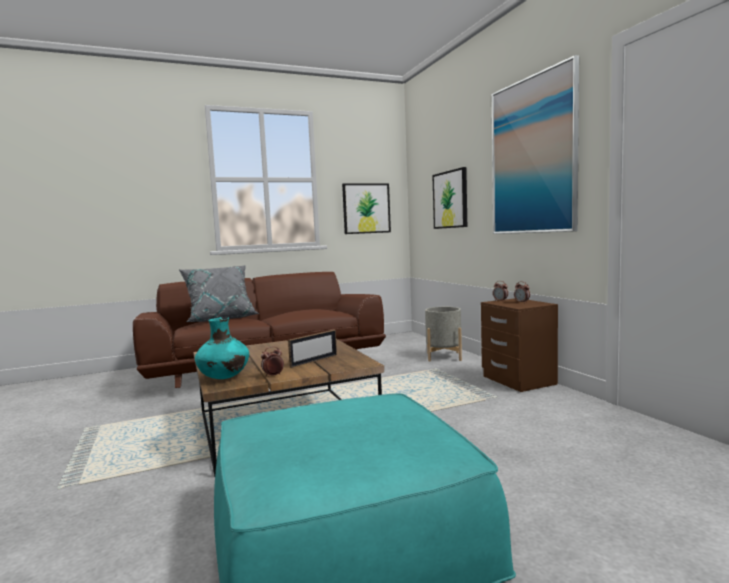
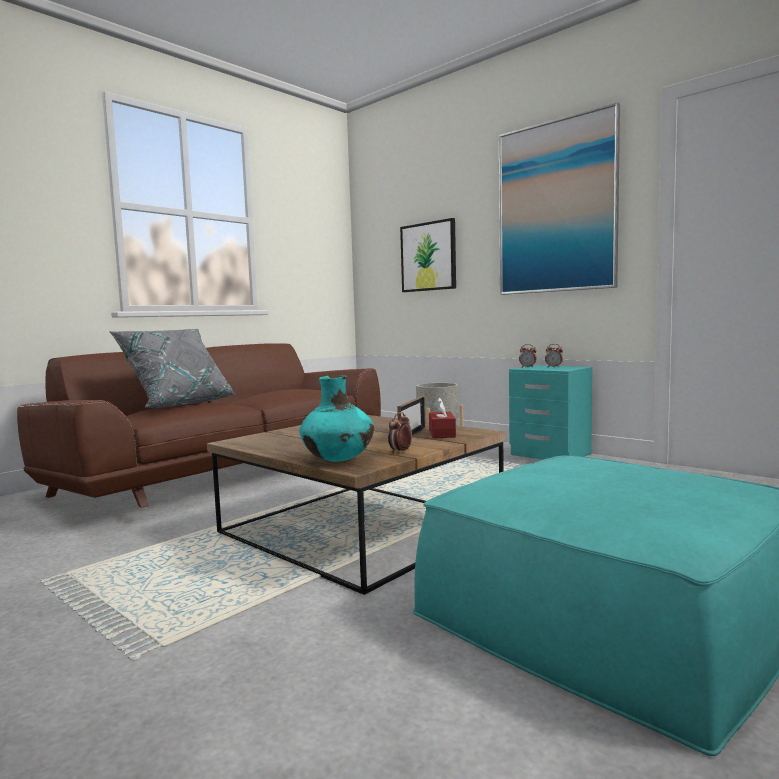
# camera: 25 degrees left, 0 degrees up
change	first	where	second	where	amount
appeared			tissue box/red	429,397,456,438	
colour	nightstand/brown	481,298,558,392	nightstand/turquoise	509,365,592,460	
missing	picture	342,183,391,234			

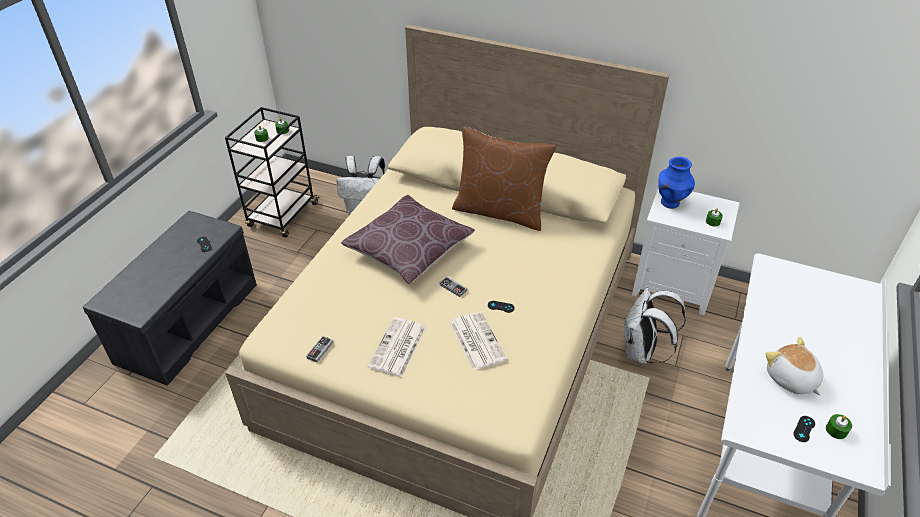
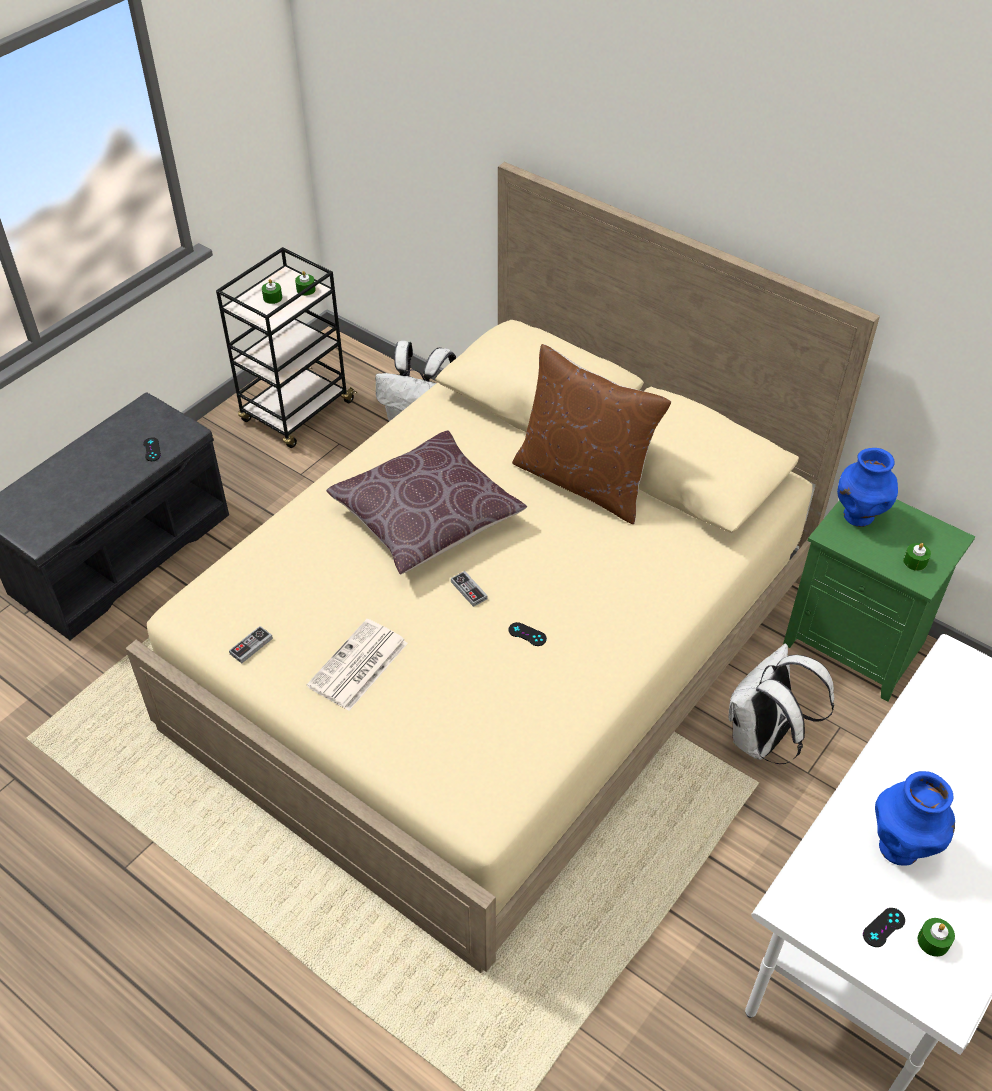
# camera: 15 degrees right, 5 degrees up
change	first	where	second	where	amount
colour	nightstand/white	632,187,740,315	nightstand/green	783,499,975,702	
exchanged	plush toy	765,337,823,395	vase/blue	875,771,955,866	
missing	newspaper	450,311,507,371			

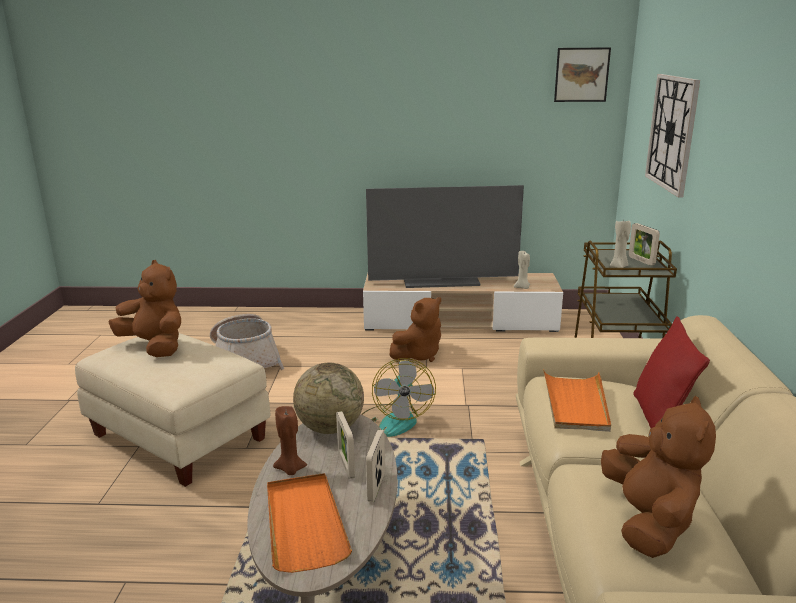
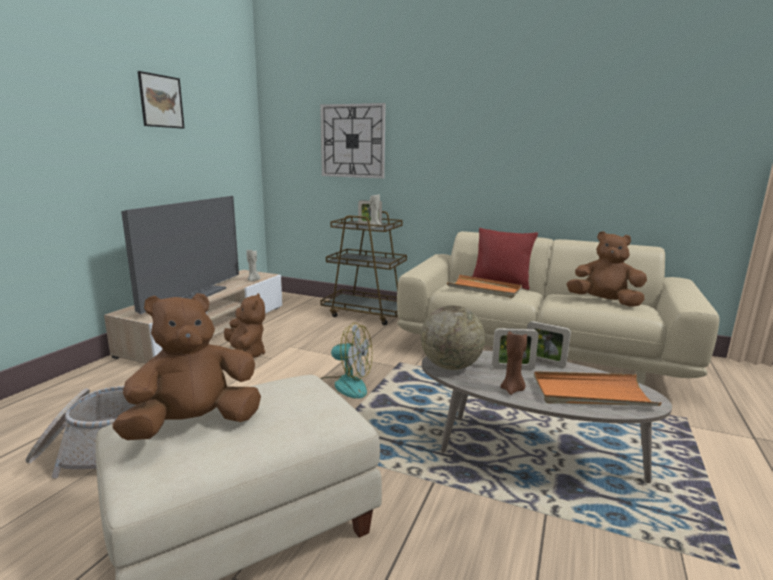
# camera: 70 degrees left, 5 degrees down
change	first	where	second	where	amount
relocated	picture	554,47,611,102		138,71,185,129	

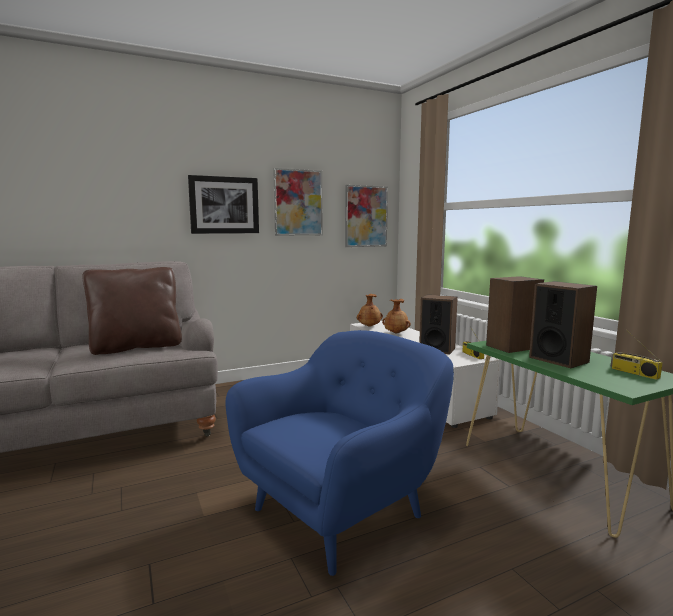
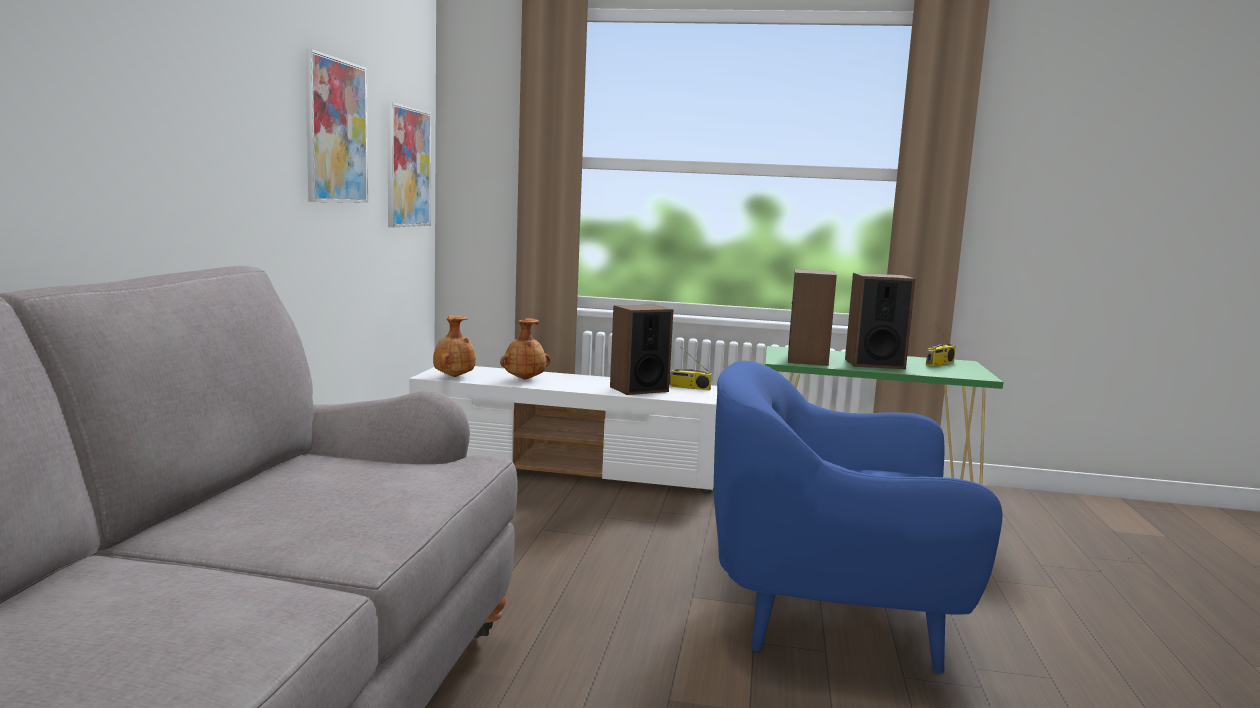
# camera: 55 degrees left, 0 degrees up
change	first	where	second	where	amount
spun	armchair/blue	225,330,454,576		714,361,1002,673	75 degrees counterclockwise
spun	radio	611,330,663,380		926,322,956,367	45 degrees counterclockwise
missing	pillow/brown	82,267,182,355			
missing	picture	188,175,259,234			

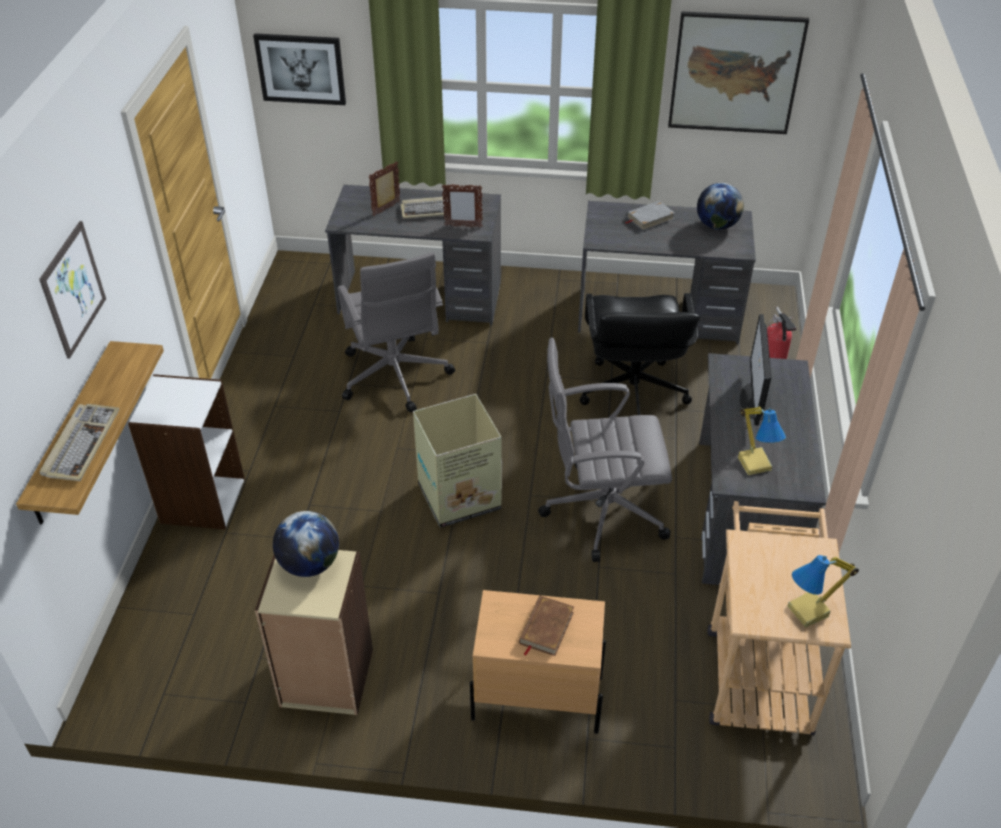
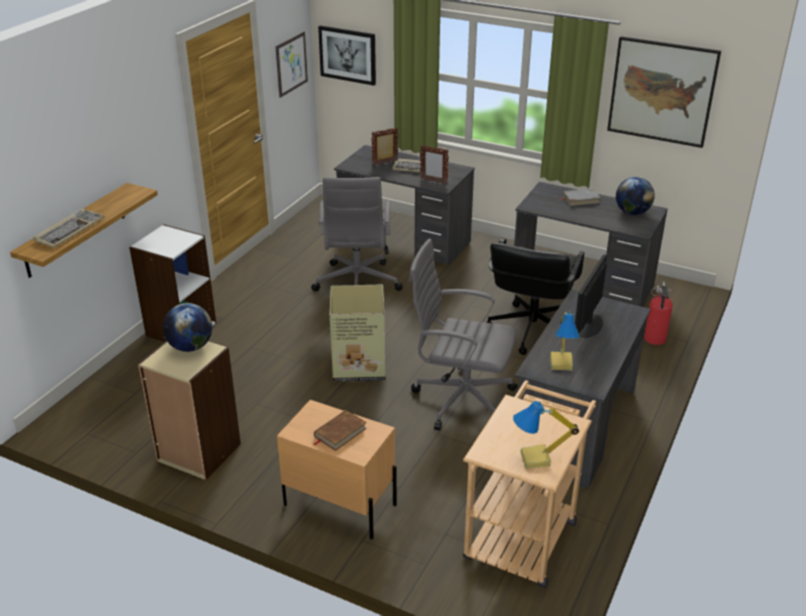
# camera: 20 degrees right, 10 degrees down
change	first	where	second	where	amount
relocated	picture	39,221,106,359		275,31,308,98	

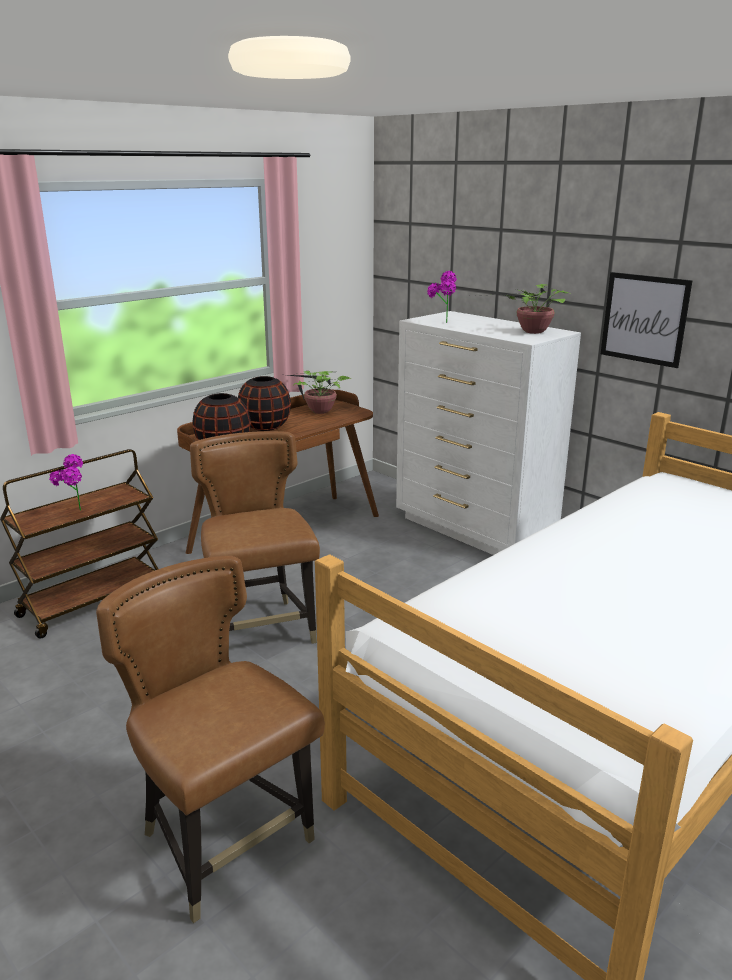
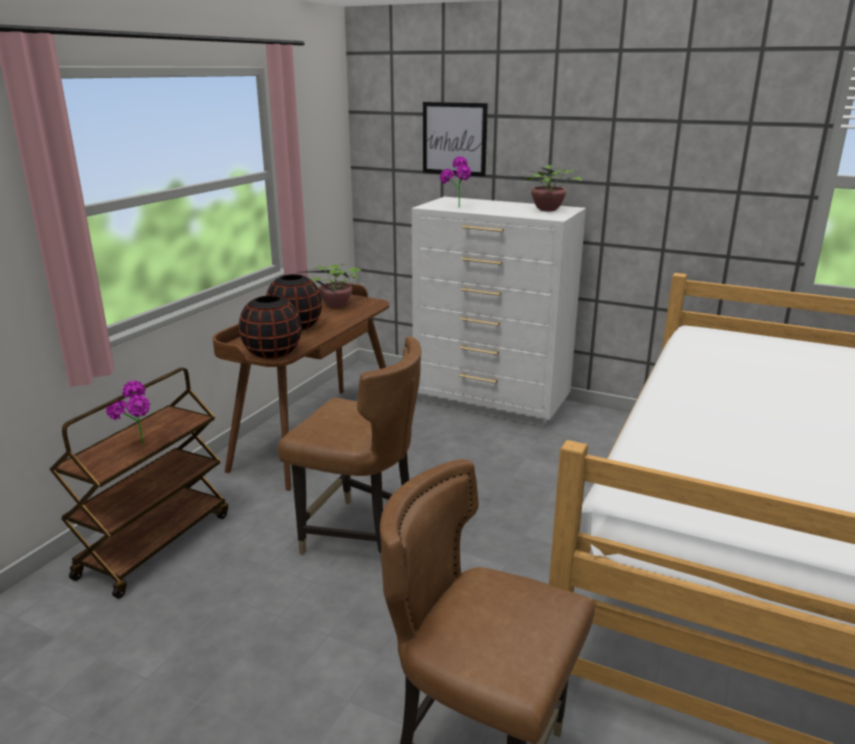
# camera: 20 degrees left, 0 degrees up
change	first	where	second	where	amount
spun	chair/brown	190,431,320,644		278,337,421,567	150 degrees clockwise
relocated	picture	601,272,693,368		423,102,488,177	

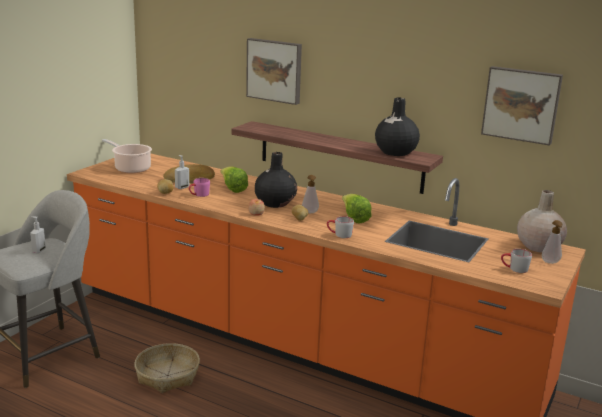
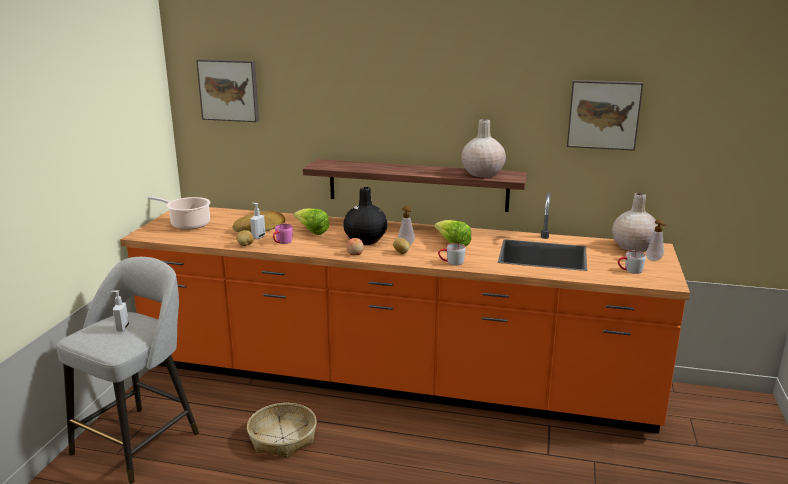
# camera: 15 degrees left, 0 degrees up
change	first	where	second	where	amount
relocated	picture	246,38,302,105		196,59,259,122	
colour	vase/black	375,98,420,156	vase/beige	461,119,506,177	

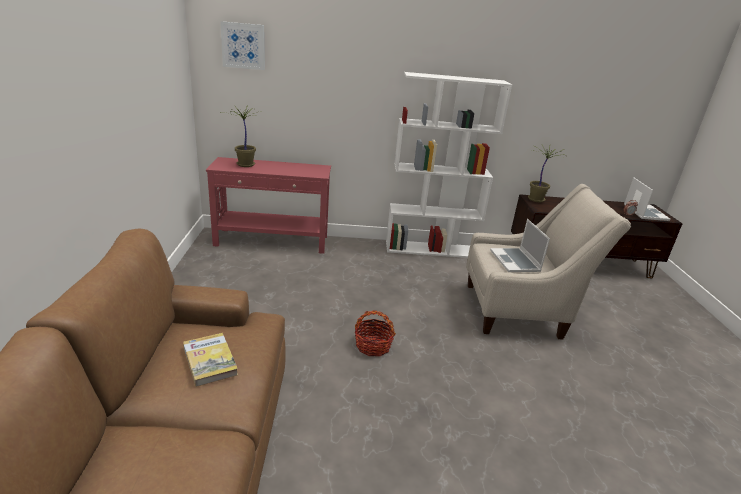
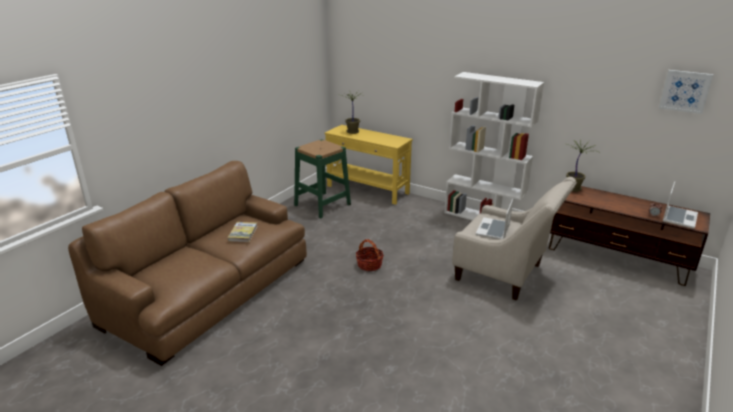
# camera: 35 degrees right, 0 degrees up
change	first	where	second	where	amount
appeared			stool/green	294,139,351,218	
colour	console table/red	206,157,331,254	console table/yellow	324,125,413,205	
relocated	picture	220,21,265,70		659,70,714,114	

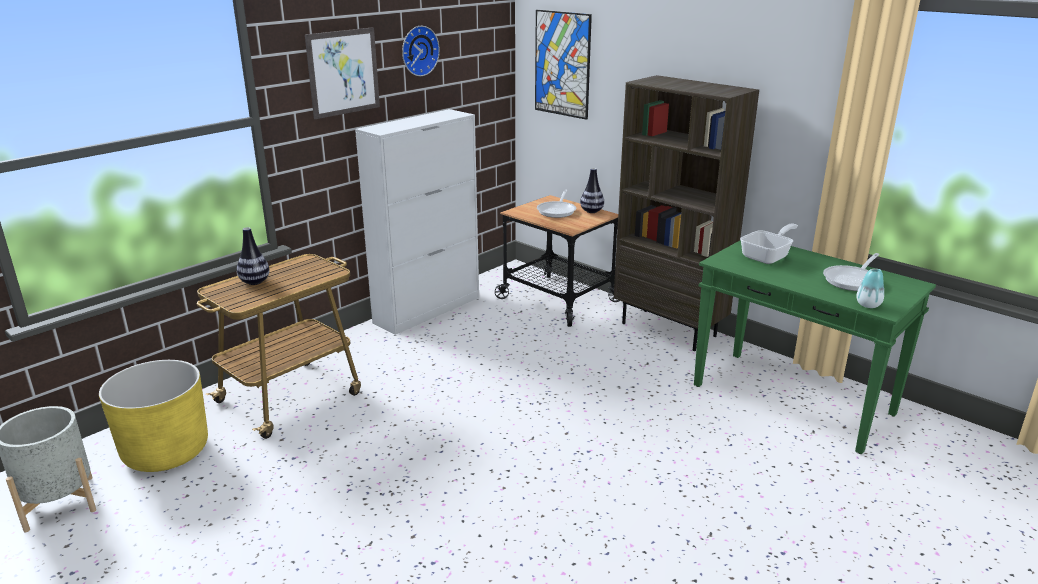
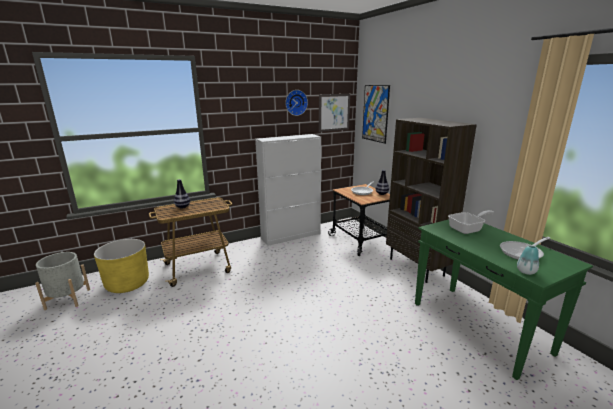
# camera: 20 degrees right, 5 degrees down
change	first	where	second	where	amount
relocated	picture	305,27,380,119		319,94,350,132	

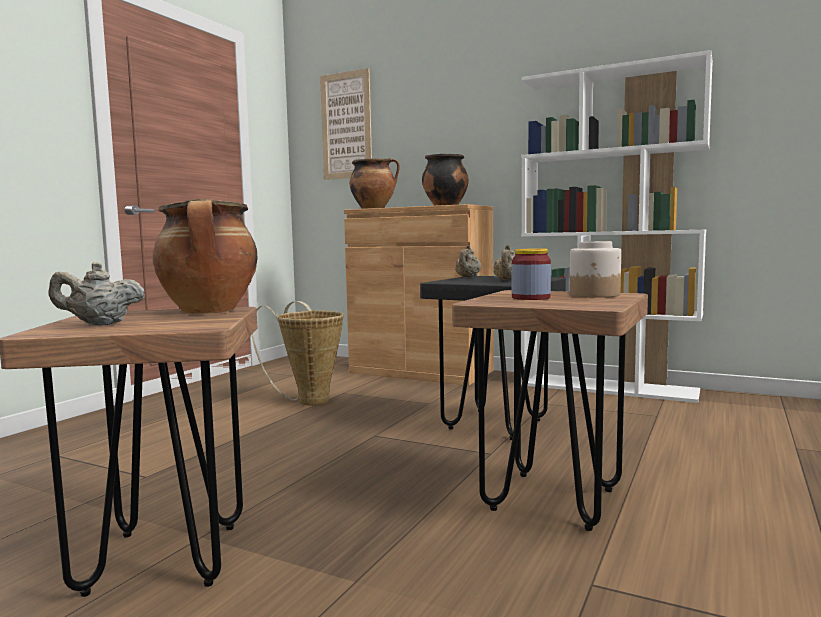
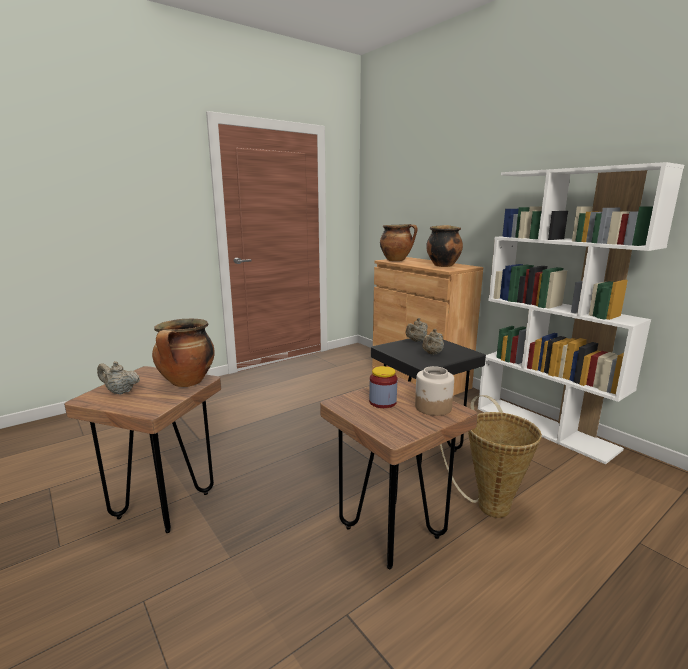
# camera: 25 degrees right, 10 degrees up
change	first	where	second	where	amount
relocated	basket	252,301,344,406		440,395,542,518	
missing	picture	320,68,372,180			

